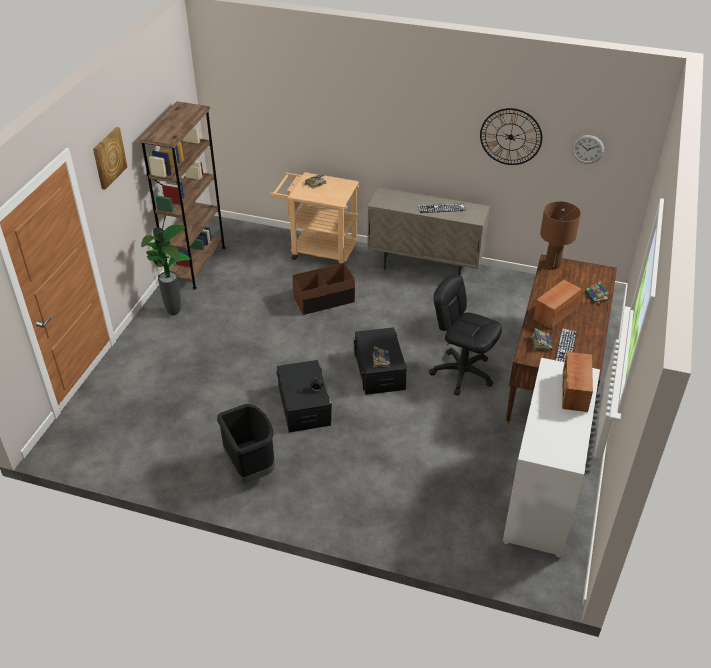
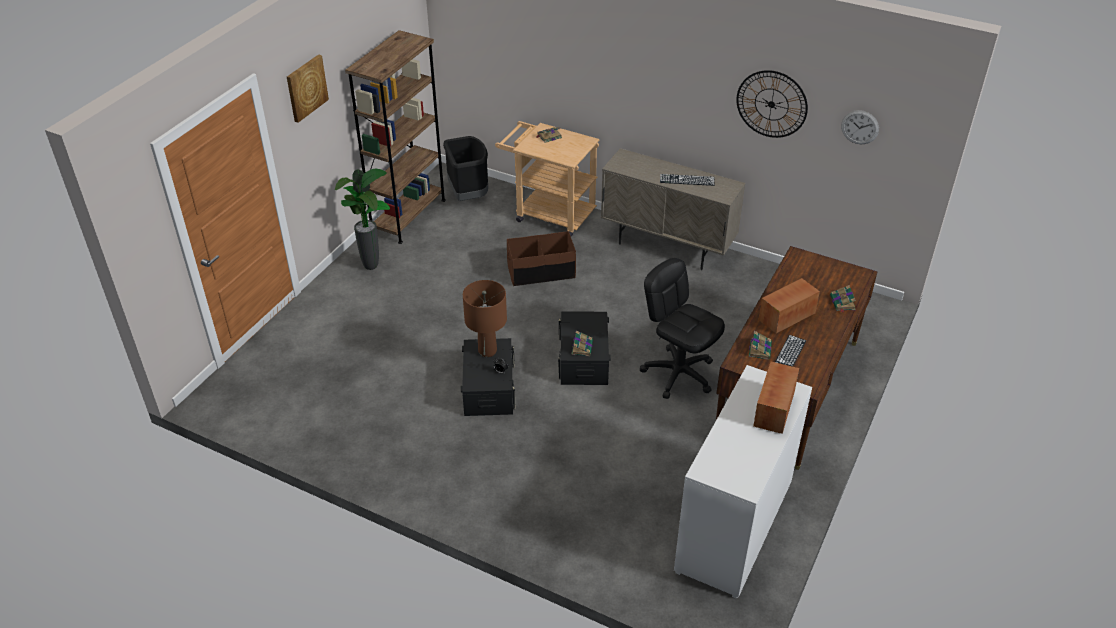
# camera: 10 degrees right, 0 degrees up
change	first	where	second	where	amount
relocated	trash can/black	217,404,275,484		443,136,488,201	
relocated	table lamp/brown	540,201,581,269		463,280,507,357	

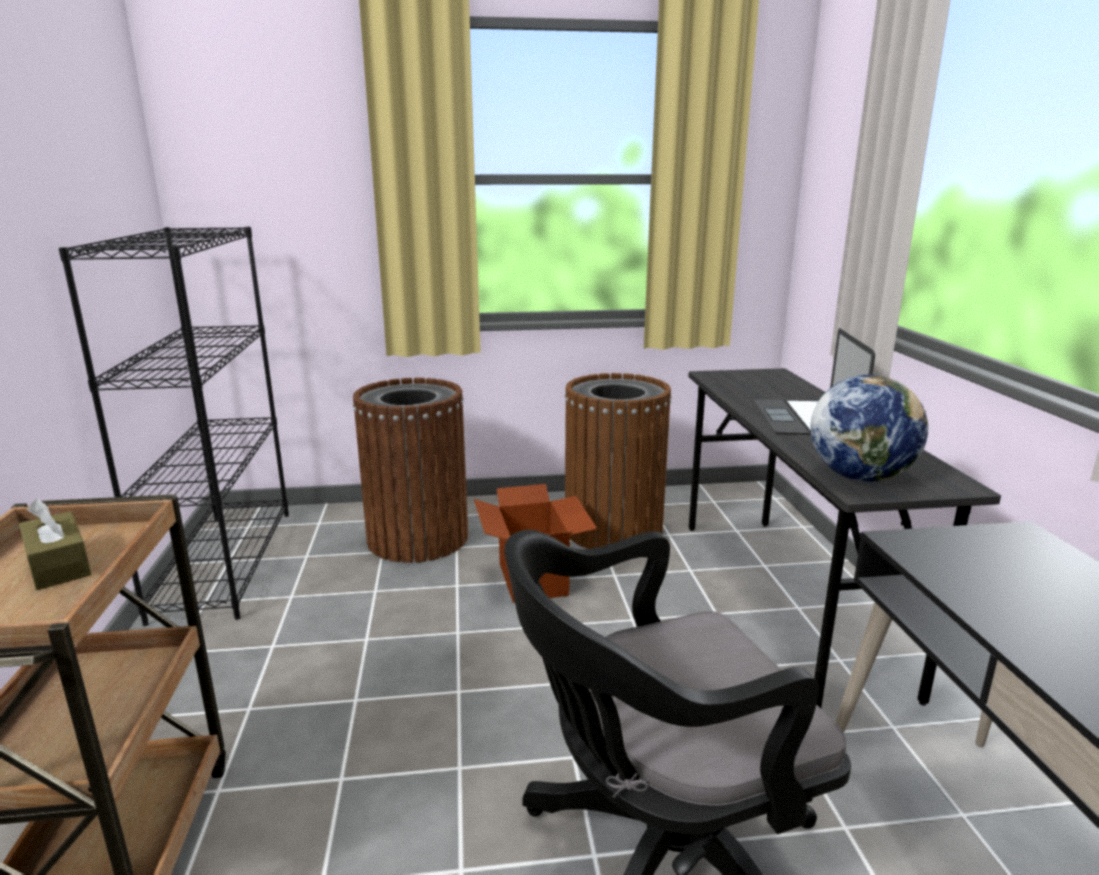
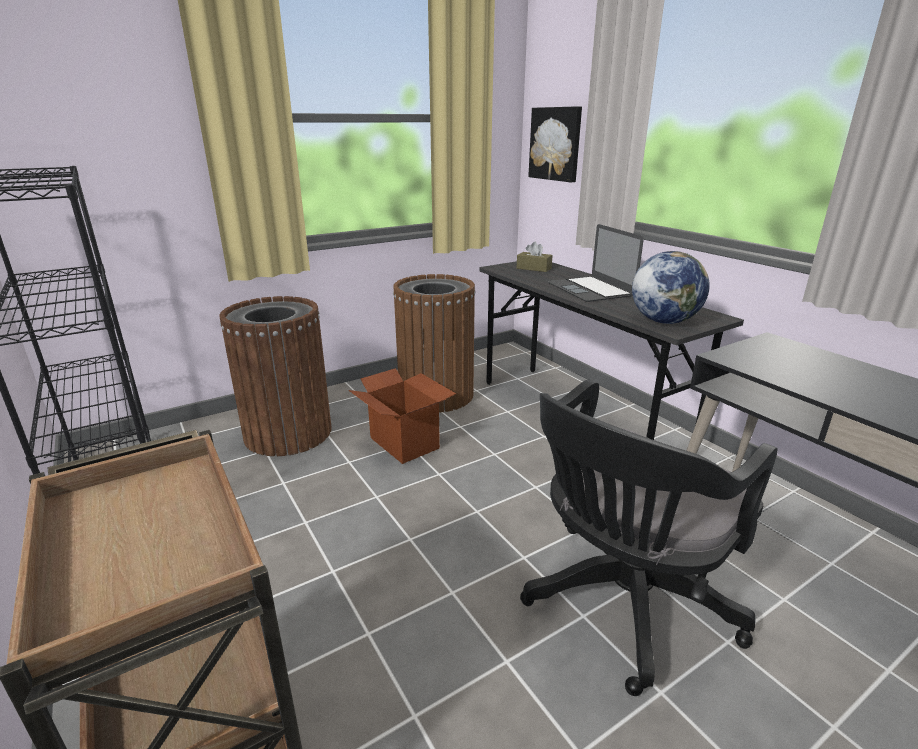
# camera: 25 degrees left, 5 degrees up
change	first	where	second	where	amount
relocated	tissue box/brown	19,499,91,590		517,242,553,272	
appeared			picture	528,106,582,182	

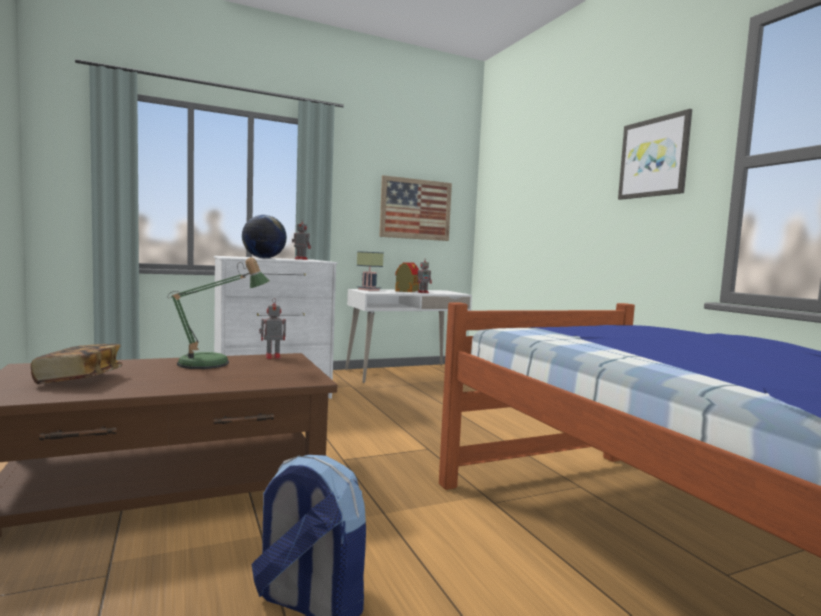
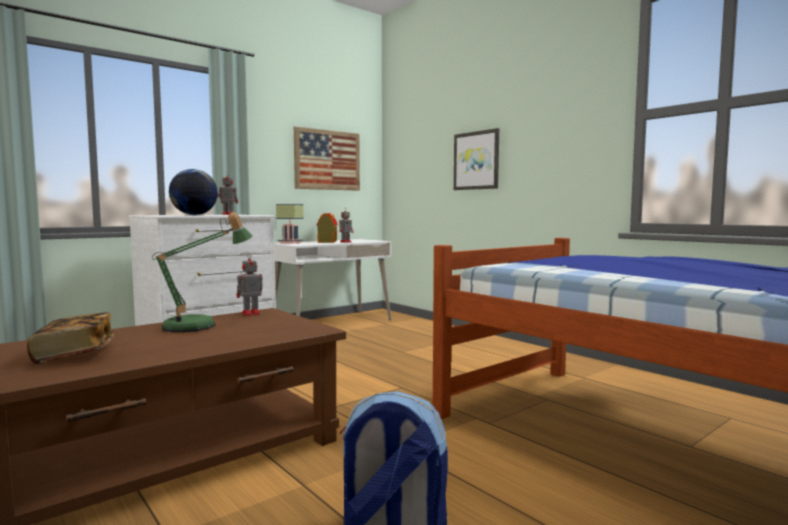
# camera: 15 degrees left, 0 degrees up
change	first	where	second	where	amount
relocated	picture	618,109,692,200		454,128,499,190	

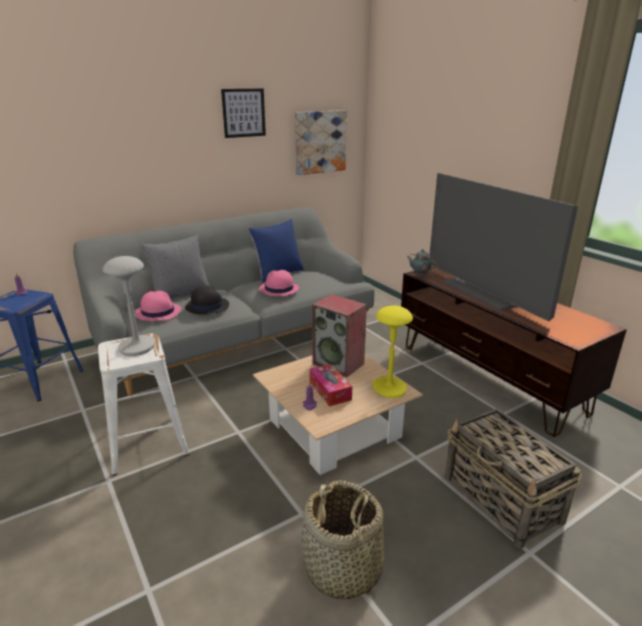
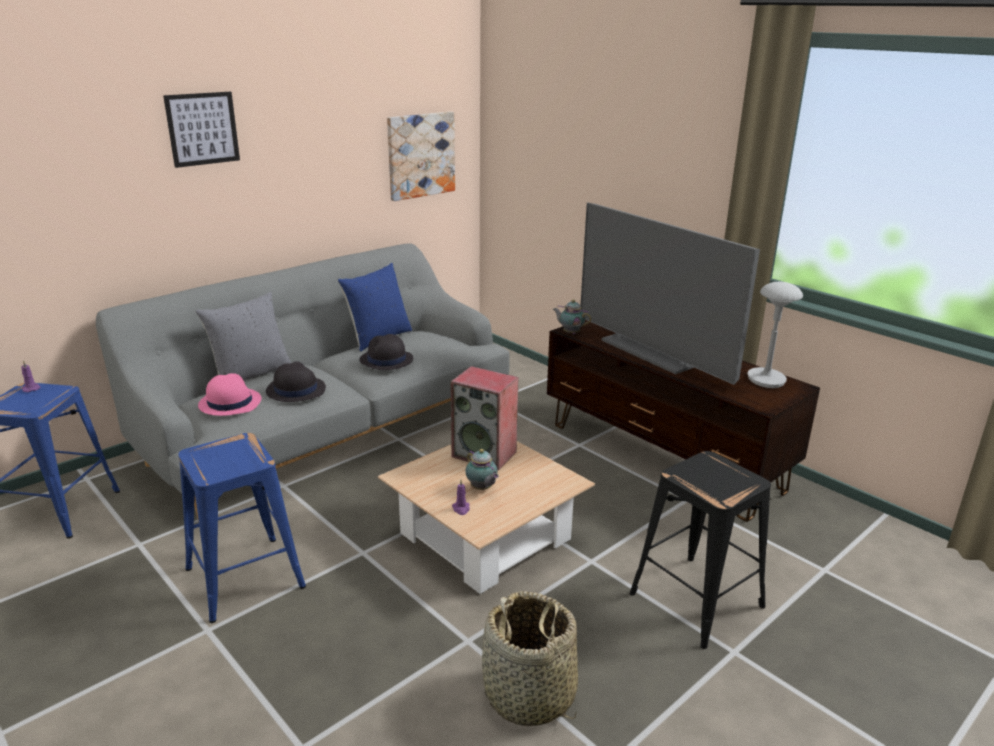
# camera: 10 degrees left, 0 degrees up
change	first	where	second	where	amount
relocated	picture	221,89,266,138		163,92,240,168	
colour	stool/white	98,333,189,476	stool/blue	178,433,306,623	
colour	hat/pink	259,270,299,296	hat/black	359,334,413,370	
exchanged	tissue box	310,364,352,407	teapot	465,449,499,490	
exchanged	basket	445,409,582,549	stool/black	629,451,771,649	
relocated	table lamp/grey	103,256,155,356		747,282,803,388	
missing	table lamp/yellow	372,305,413,398			

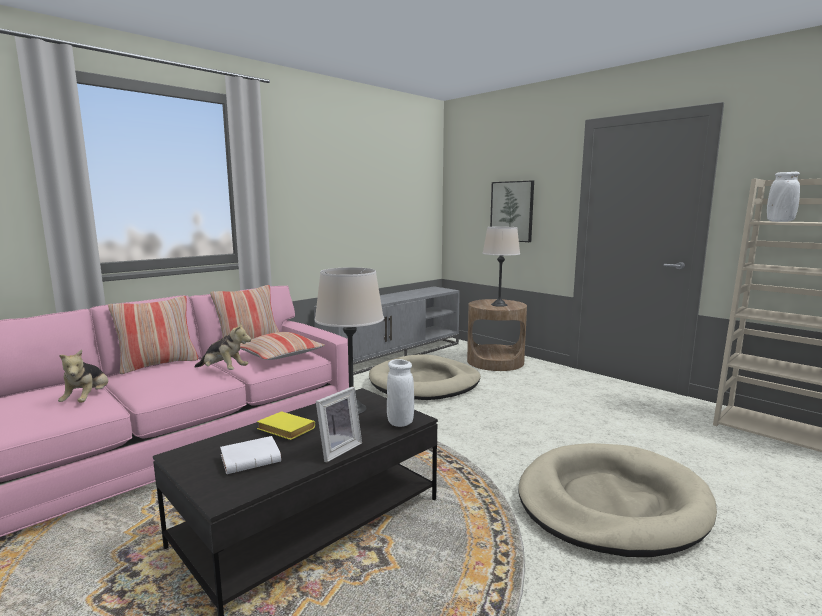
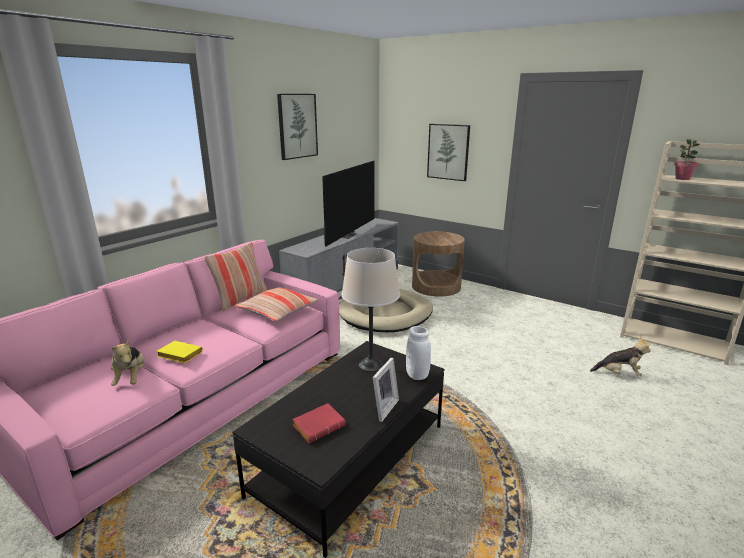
# camera: 10 degrees left, 10 degrees up
change	first	where	second	where	amount
relocated	book/yellow	257,411,315,440		156,341,203,363	
appeared			picture	277,94,318,160	
colour	book/white	220,436,281,474	book/red	292,403,346,443	
appeared			television	322,161,374,247	
relocated	plush toy	194,322,251,370		590,337,652,376	
exchanged	vase/white	767,172,800,222	potted plant	674,139,700,180	
missing	pillow	108,296,198,374			
missing	table lamp/beige	483,227,520,307			
missing	dog bed/beige	519,443,717,557			

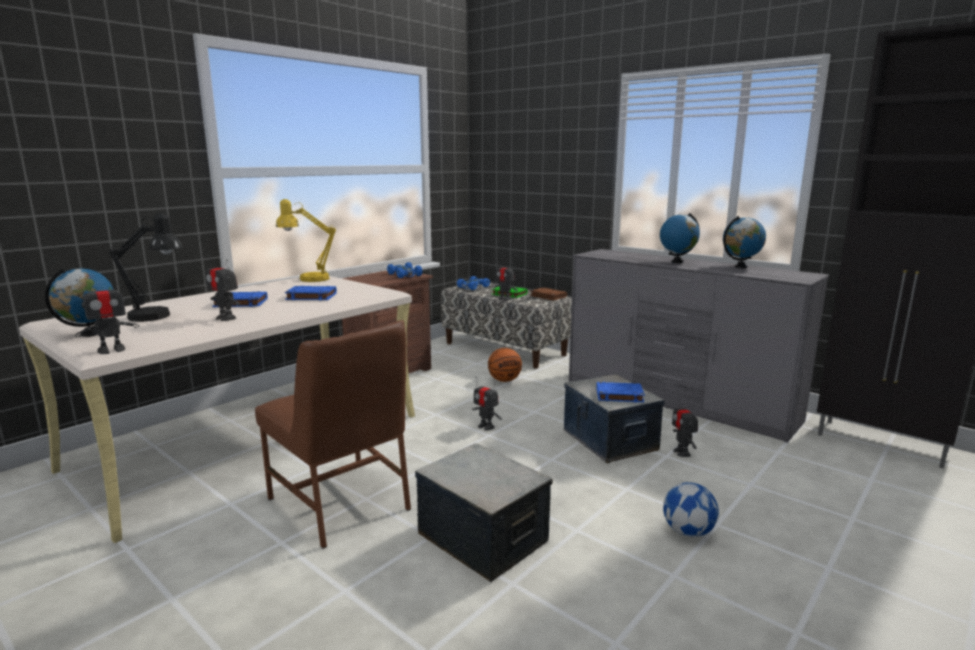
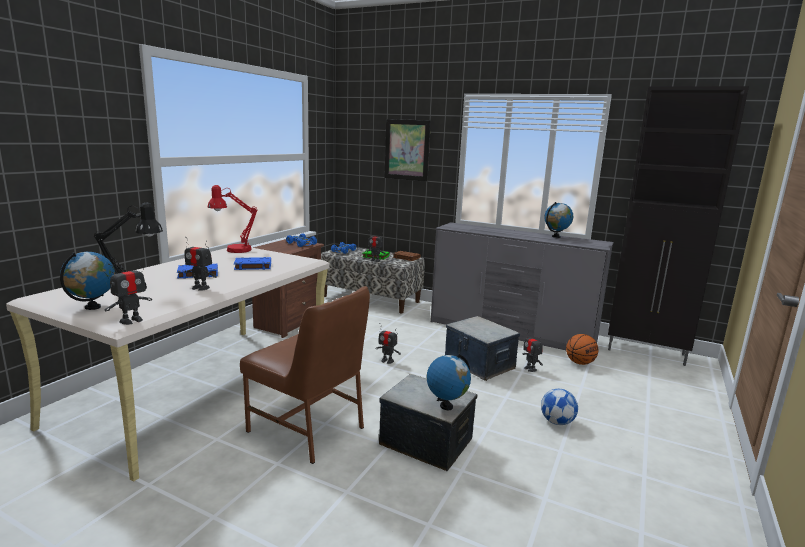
# camera: 15 degrees left, 0 degrees up
change	first	where	second	where	amount
colour	table lamp/yellow	276,199,336,282	table lamp/red	208,185,258,253	
appeared			picture	384,119,431,182	
relocated	globe	660,213,700,263		426,354,471,410	
relocated	basketball	488,348,522,382		566,334,598,365	
missing	book/blue	596,382,645,403			

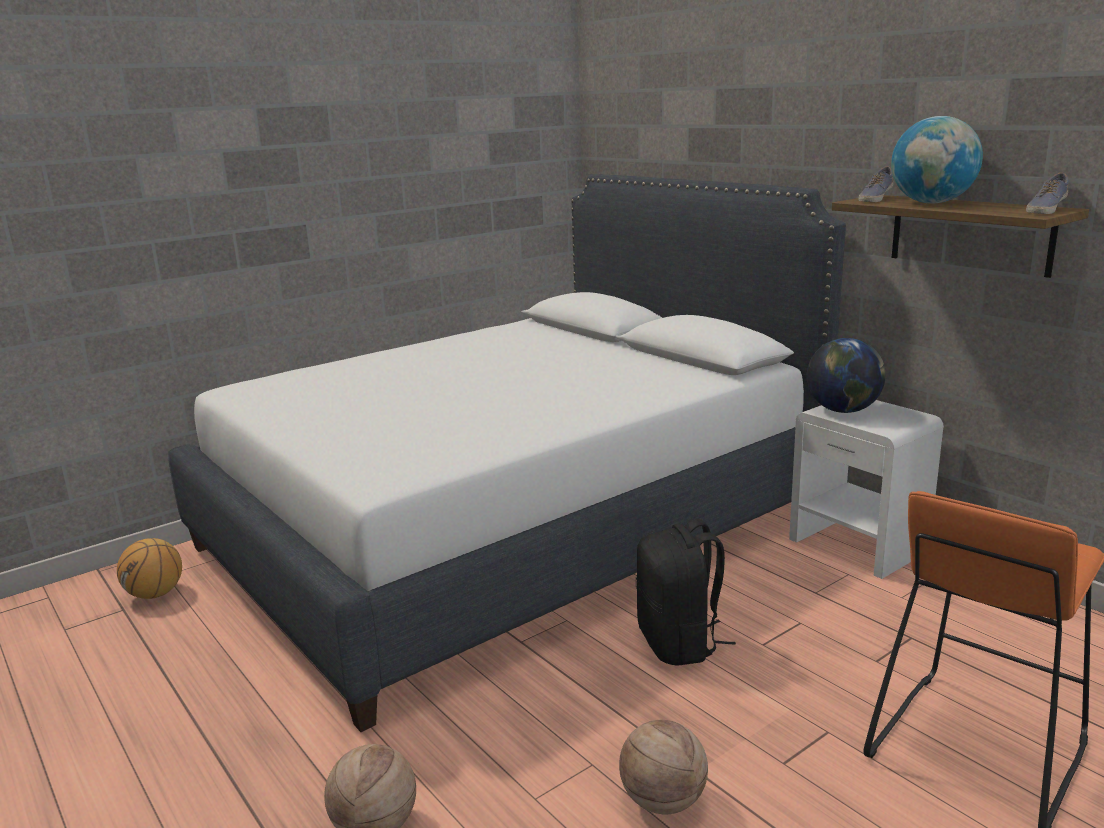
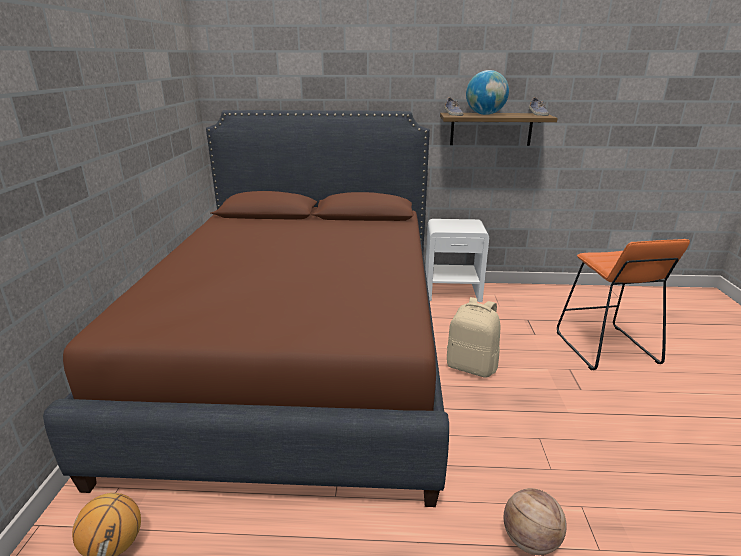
# camera: 50 degrees left, 5 degrees up
change	first	where	second	where	amount
colour	bed/white	168,174,846,732	bed/brown	43,110,449,507	
colour	backpack/black	636,519,736,666	backpack/beige	447,297,500,378	
missing	basketball	619,720,708,815			
missing	globe	807,338,886,413			

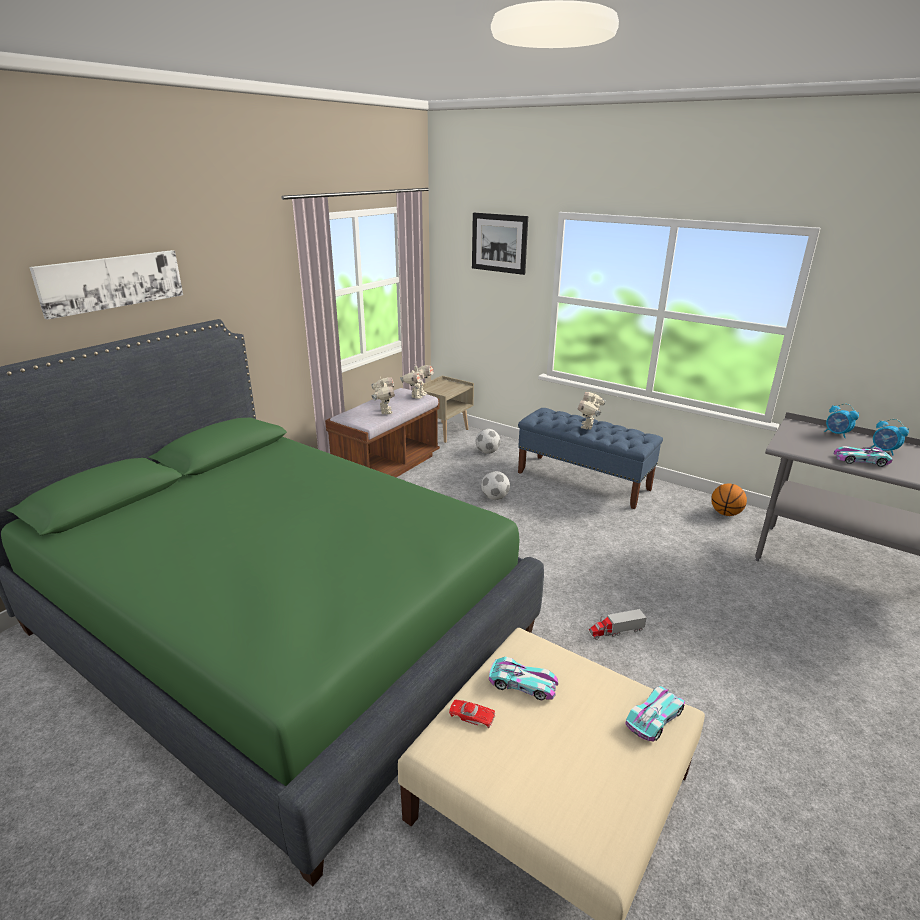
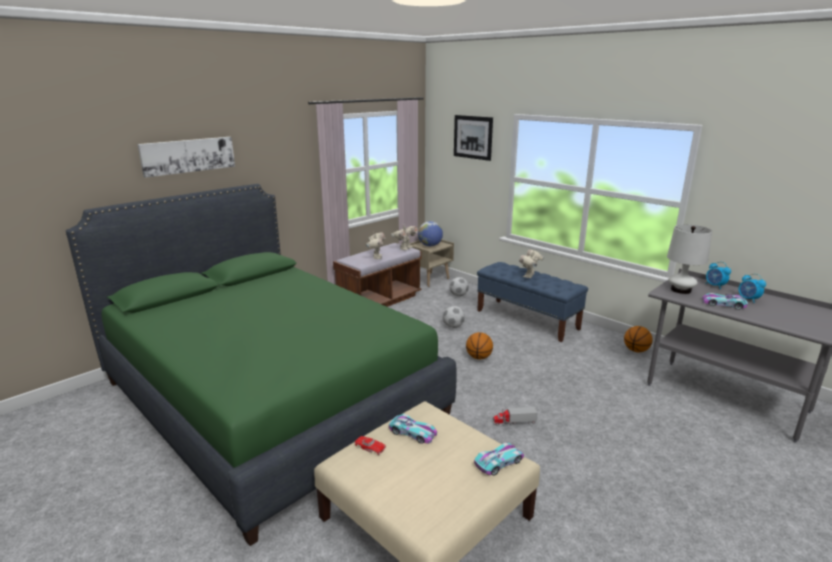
# camera: 10 degrees right, 5 degrees down
change	first	where	second	where	amount
appeared			globe	418,221,443,246	
appeared			basketball	466,332,493,360	
appeared			table lamp/white	667,224,712,294	

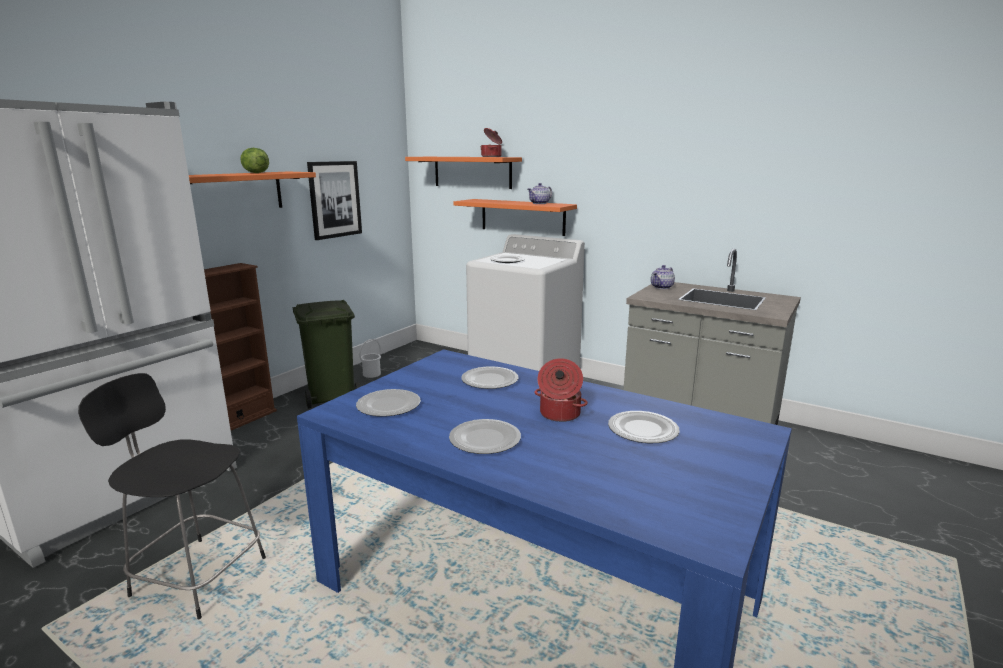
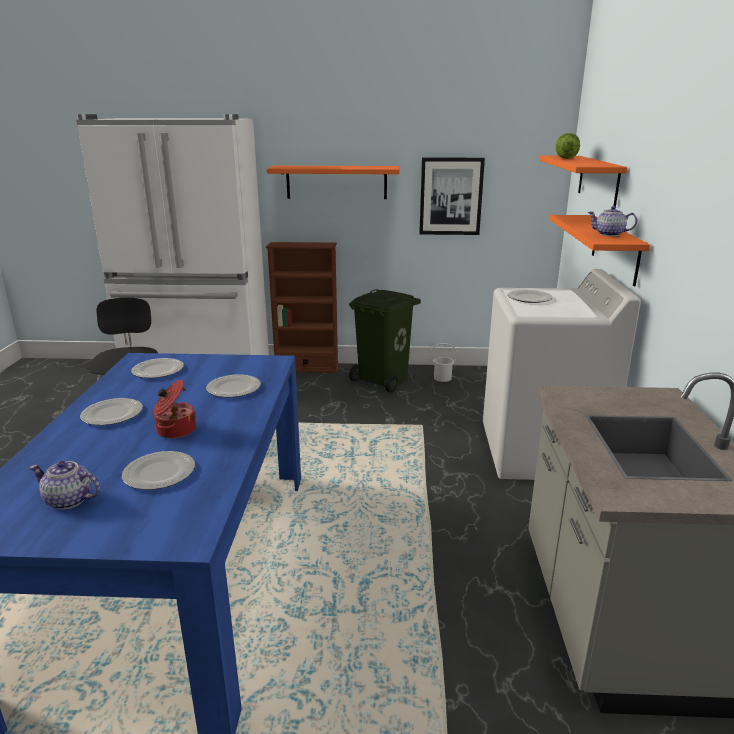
# camera: 60 degrees right, 5 degrees up
change	first	where	second	where	amount
relocated	teapot	651,265,675,289		29,461,100,510	
relocated	lettuce	240,148,269,173		556,133,580,159	
missing	cooking pot	480,128,502,157			

